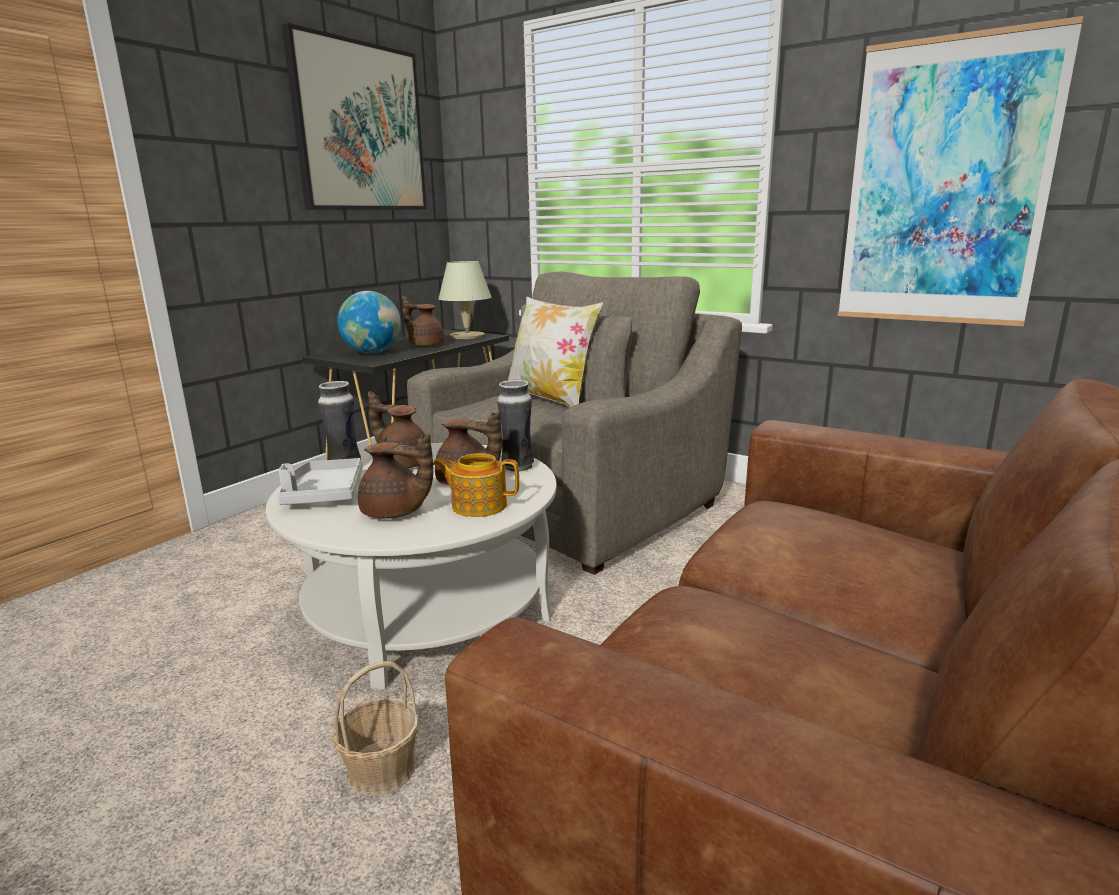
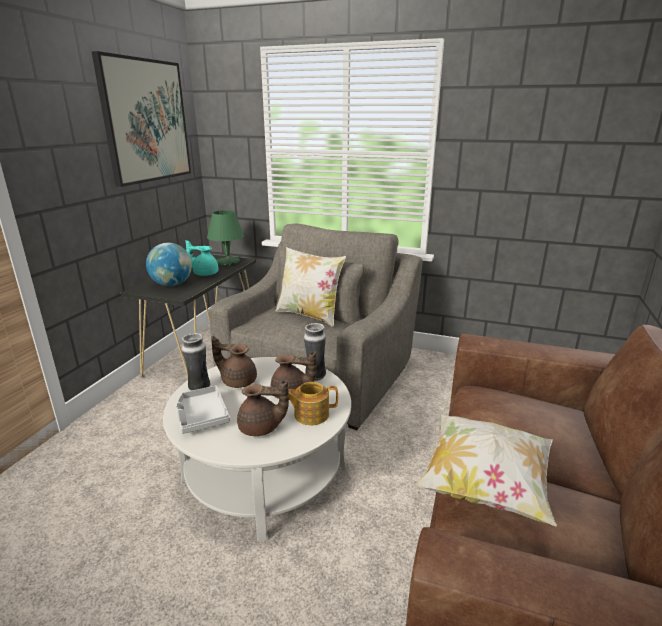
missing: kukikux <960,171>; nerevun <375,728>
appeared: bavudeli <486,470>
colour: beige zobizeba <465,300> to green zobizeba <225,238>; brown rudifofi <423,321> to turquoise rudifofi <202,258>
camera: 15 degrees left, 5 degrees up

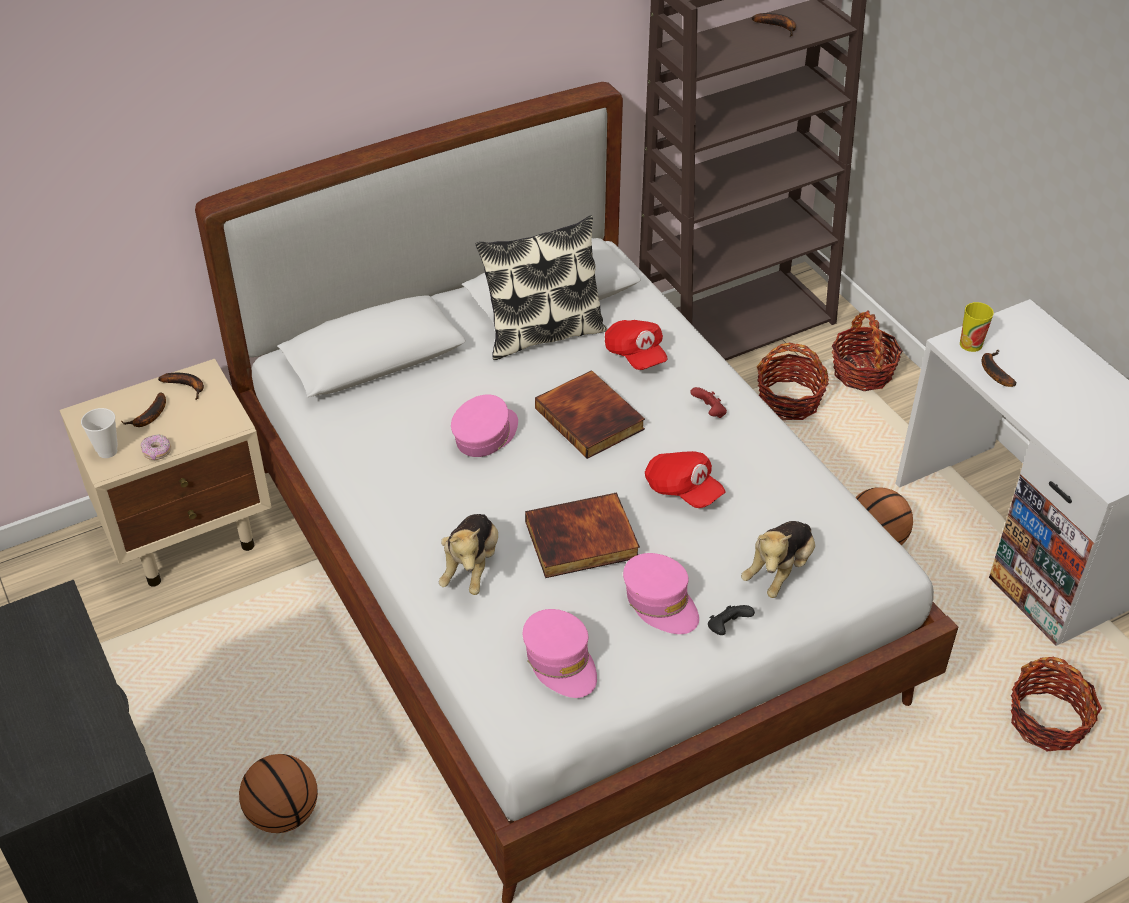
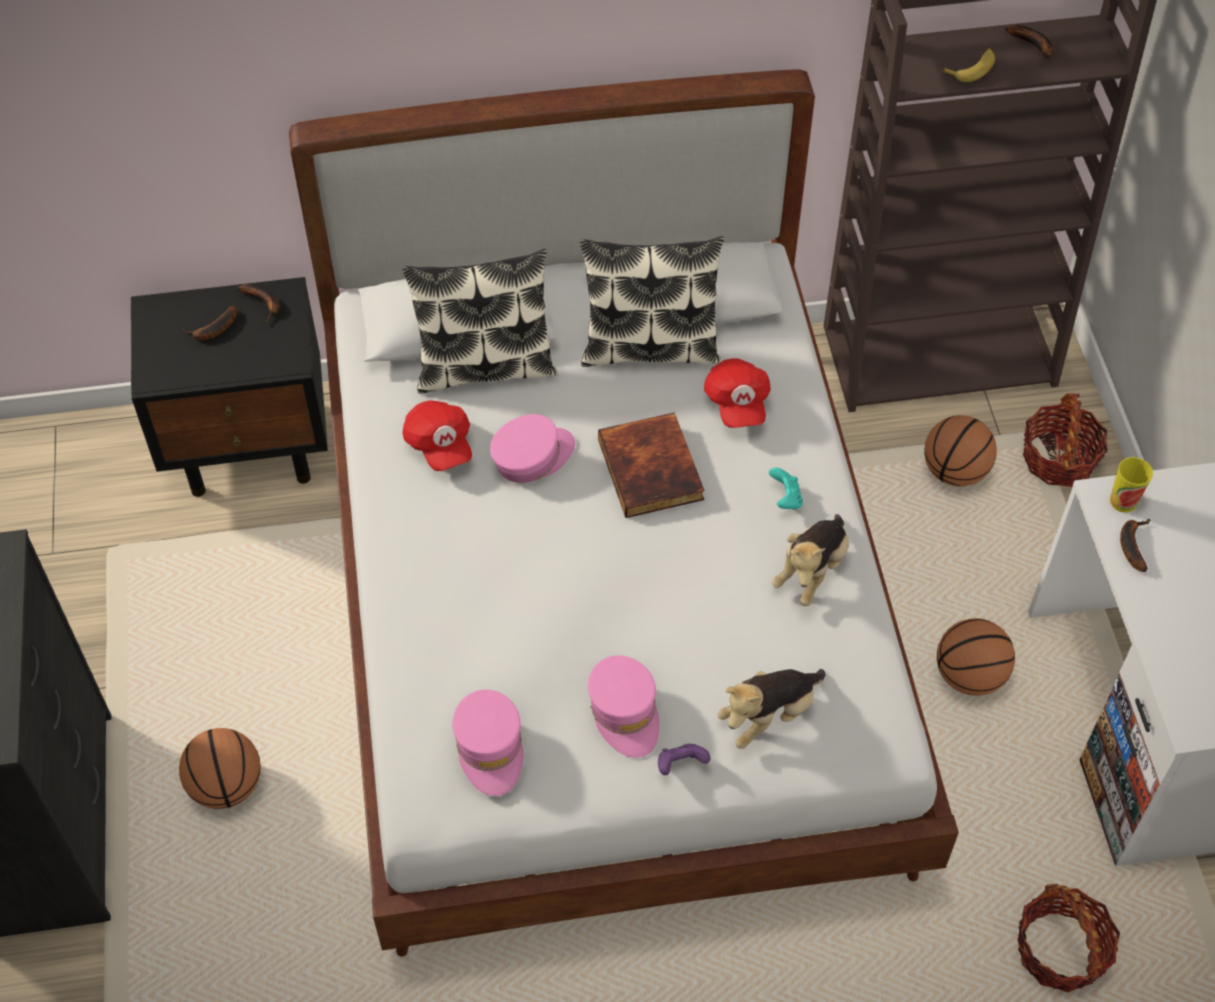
missing: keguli <99,433>; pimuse <156,447>; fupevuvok <582,535>
appeared: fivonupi <968,65>; bavudeli <480,321>
relocated: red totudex <685,479> to <437,435>; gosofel <468,554> to <810,560>
exchanged: nerevun <793,381> to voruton <960,450>
colour: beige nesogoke <165,473> to black nesogoke <229,387>; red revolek <708,402> to turquoise revolek <786,488>; black revolek <731,620> to purple revolek <684,759>
camera: 20 degrees right, 10 degrees up

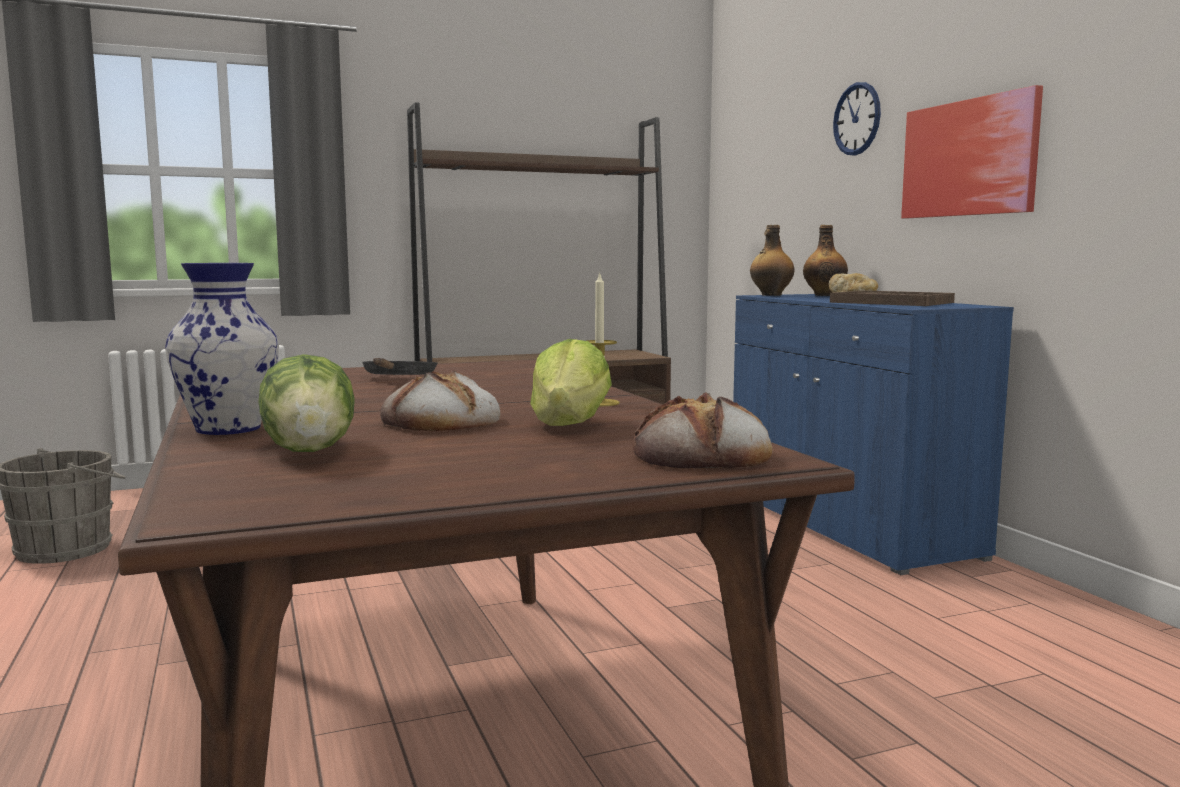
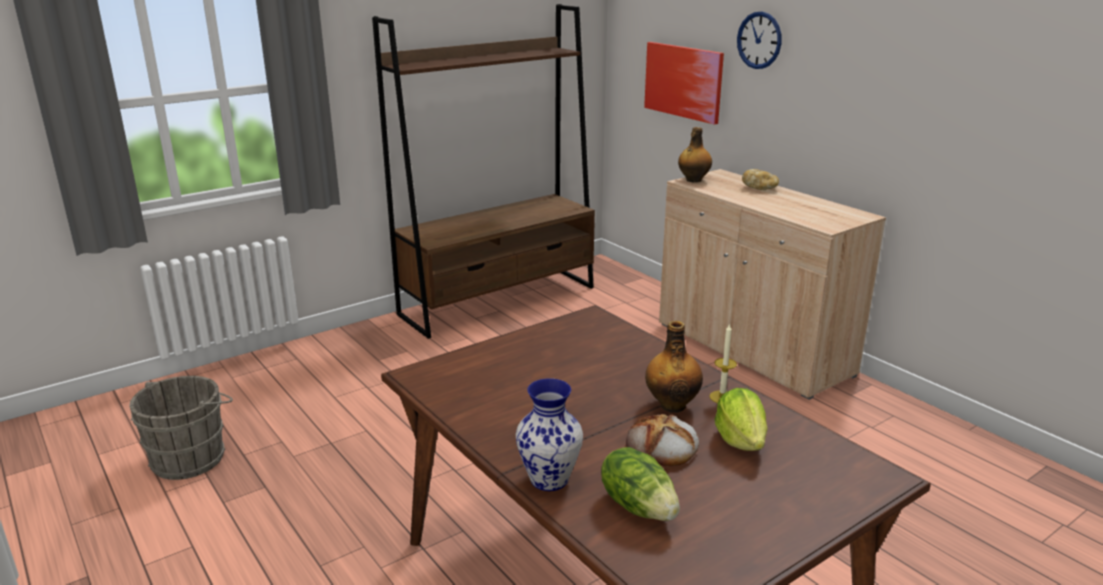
missing: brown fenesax <892,298>; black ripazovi <400,366>; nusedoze <702,430>
relocated: kukikux <972,151> to <684,83>; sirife <825,260> to <674,367>
colour: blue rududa <873,434> to beige rududa <772,284>
camera: 15 degrees left, 15 degrees up

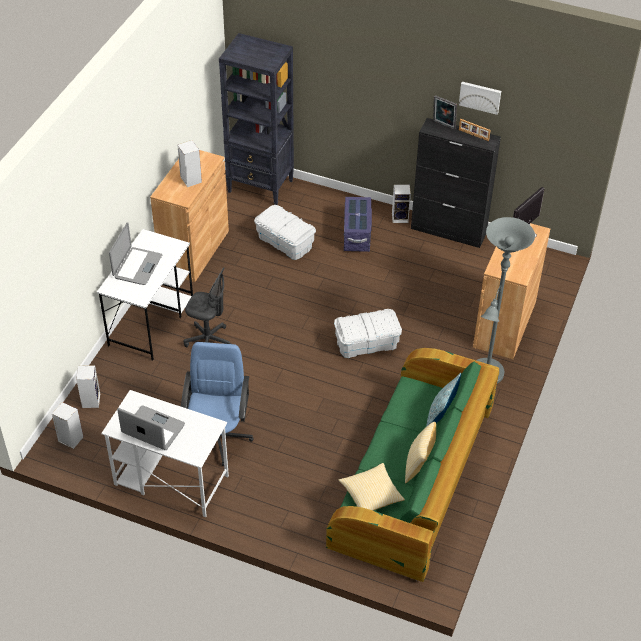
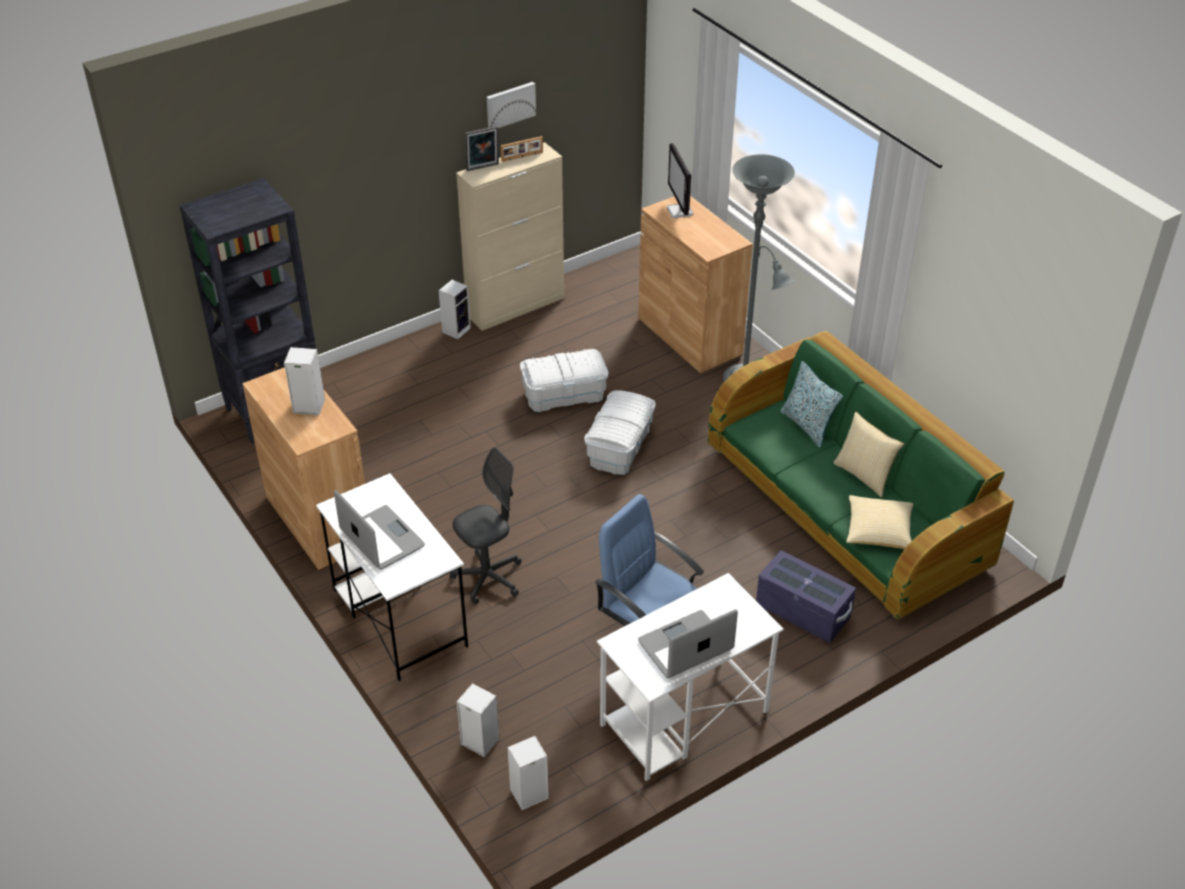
relocated: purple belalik <358,224> to <806,596>; white belalik <285,232> to <564,380>
colour: black rududa <456,183> to beige rududa <510,236>
camera: 55 degrees left, 5 degrees down

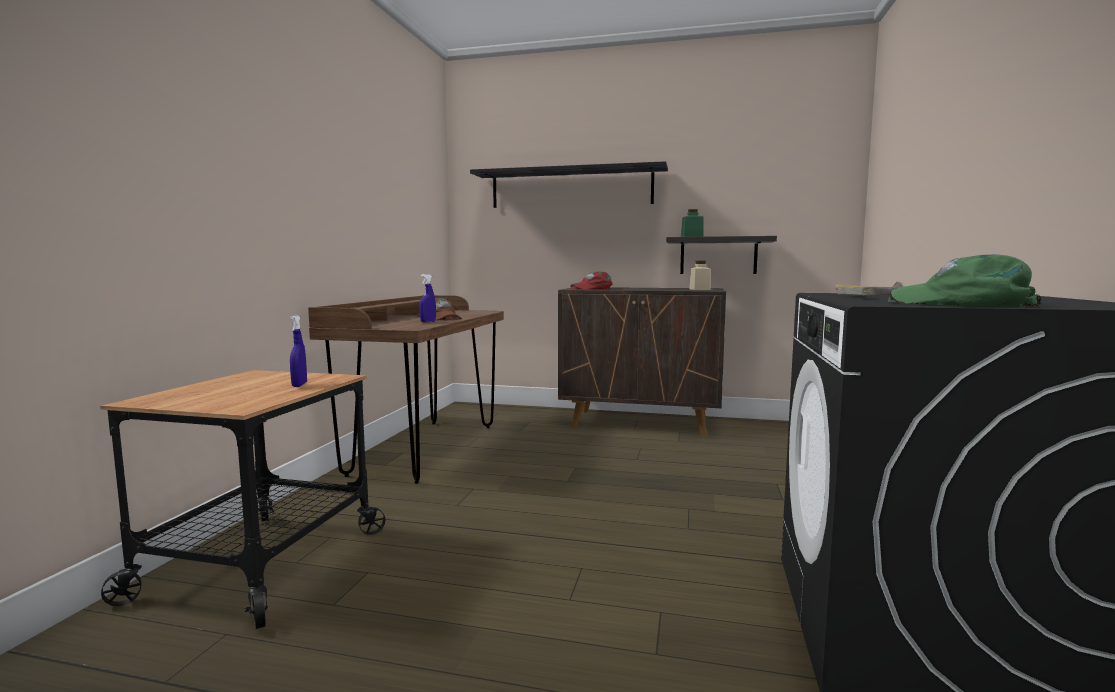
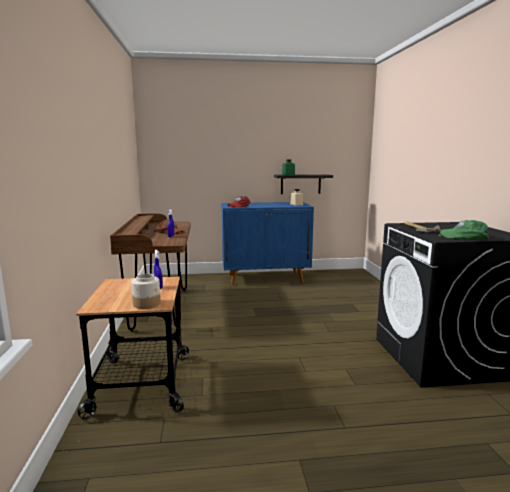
missing: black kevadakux <569,184>
appeared: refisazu <146,291>
colour: brown rududa <642,361> to blue rududa <267,243>
camera: 20 degrees left, 5 degrees up

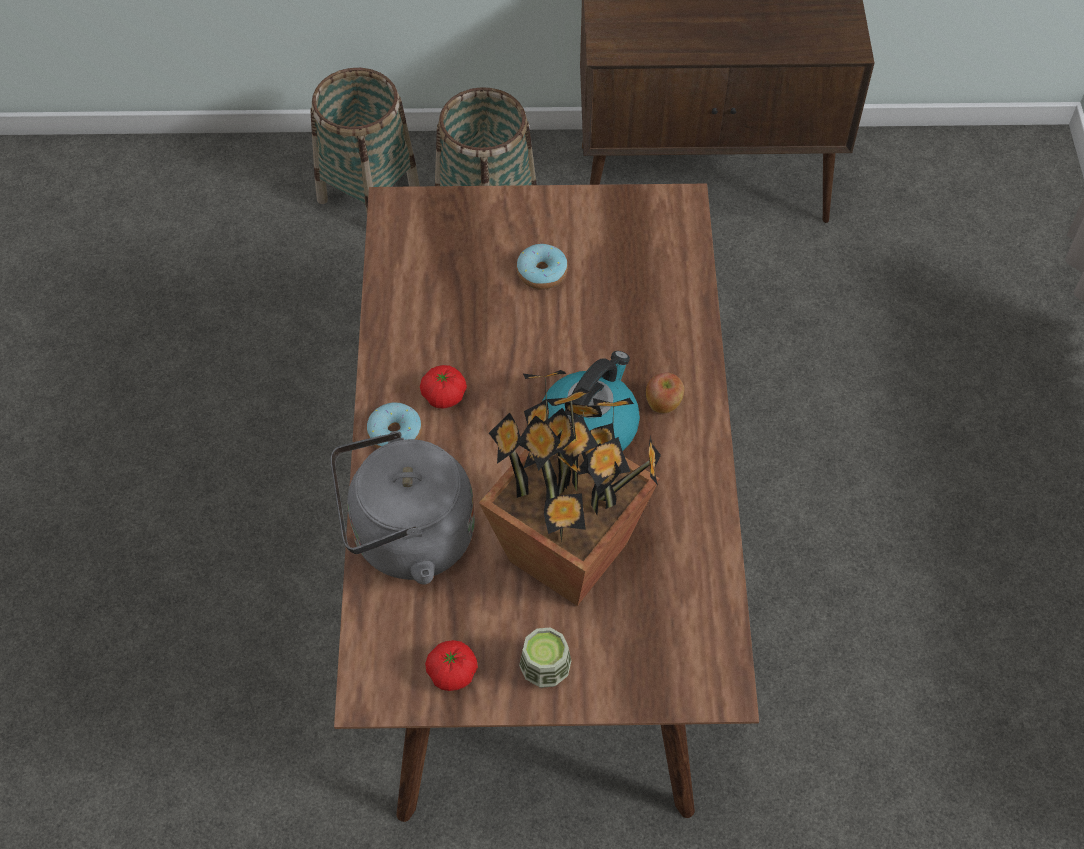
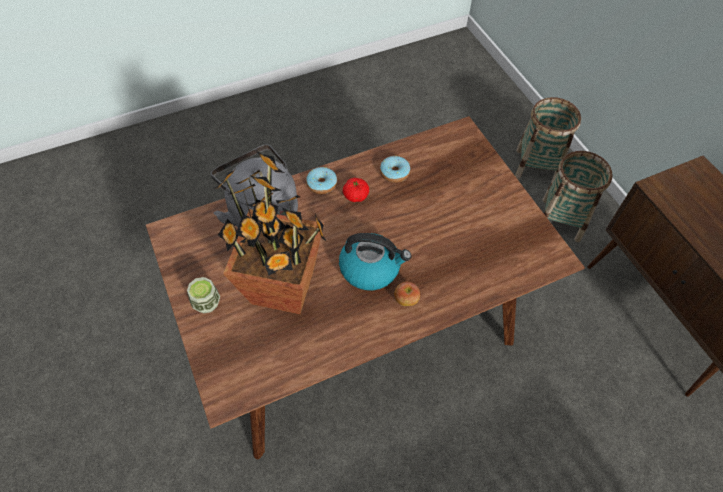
missing: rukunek <451,665>
relocated: pimuse <542,267> to <395,169>
camera: 65 degrees right, 0 degrees up

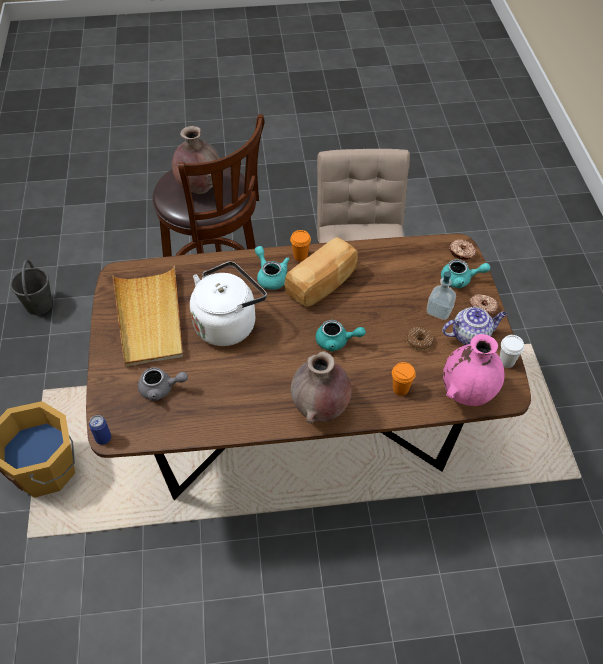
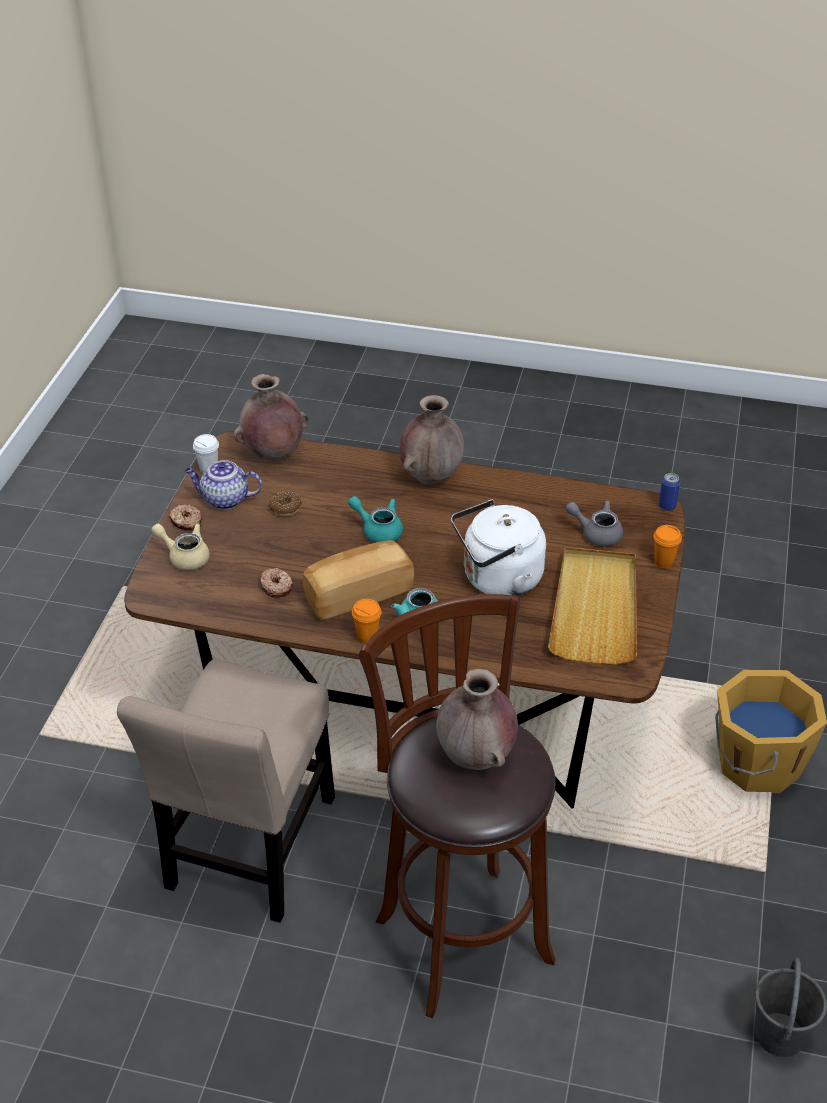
missing: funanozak <441,295>
relocated: pimuse <462,249> to <276,583>; orange keguli <404,379> to <668,546>
colour: turquoise rudifofi <466,273> to beige rudifofi <180,546>; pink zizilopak <473,370> to brown zizilopak <271,417>
camera: 160 degrees left, 10 degrees down

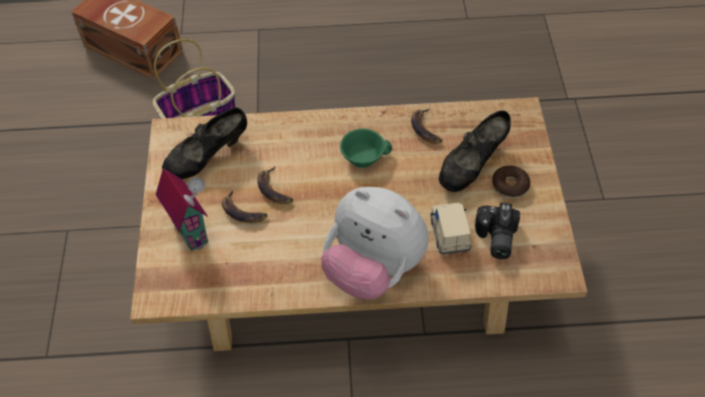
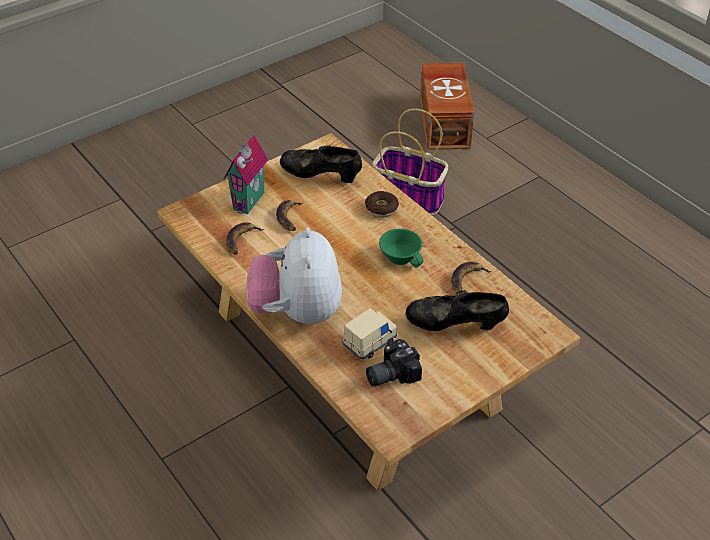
relocated: pimuse <511,182> to <382,204>; fivonupi <275,185> to <245,238>
camera: 55 degrees right, 10 degrees down

